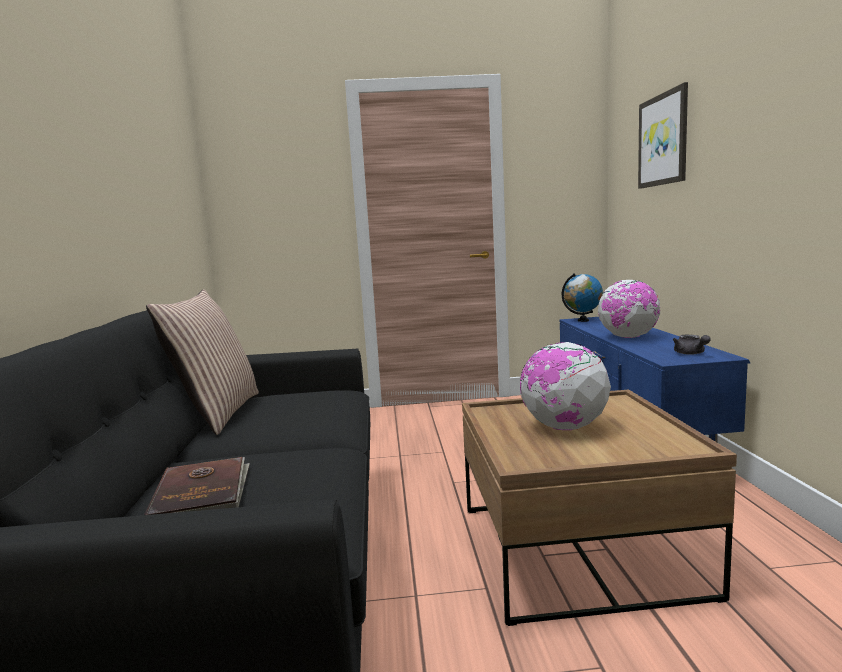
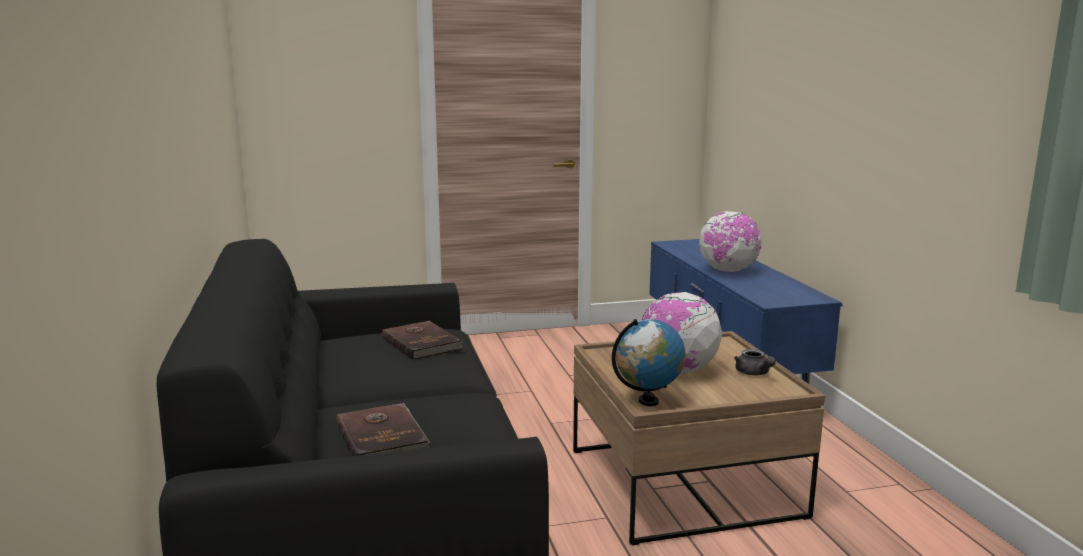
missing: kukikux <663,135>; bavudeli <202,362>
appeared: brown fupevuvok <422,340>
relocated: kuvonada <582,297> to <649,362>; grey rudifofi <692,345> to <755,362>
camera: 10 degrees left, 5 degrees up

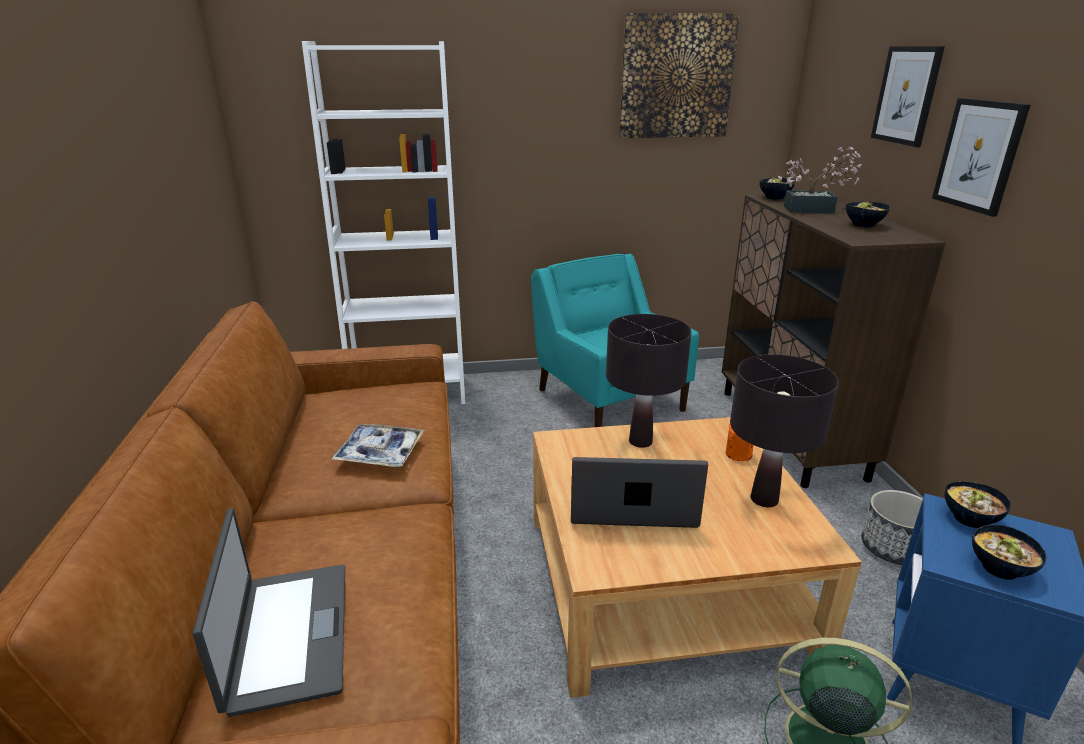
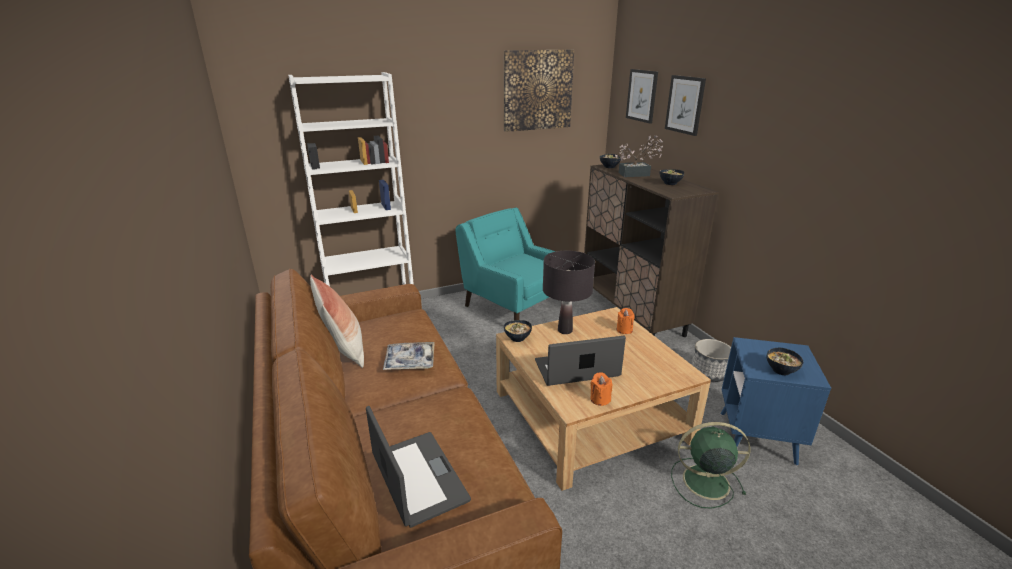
missing: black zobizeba <784,430>
appeared: bavudeli <337,321>; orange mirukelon <601,389>
relocated: kukikux <981,157> to <642,96>; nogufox <977,505> to <518,331>
camera: 15 degrees left, 0 degrees up

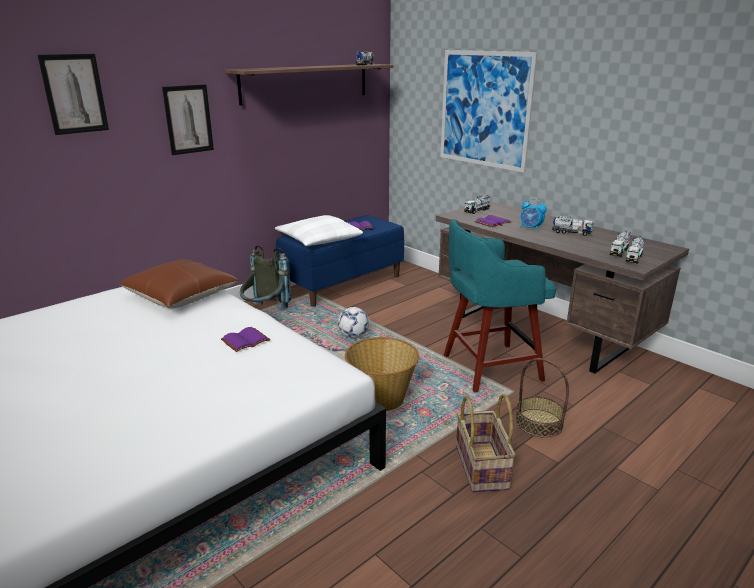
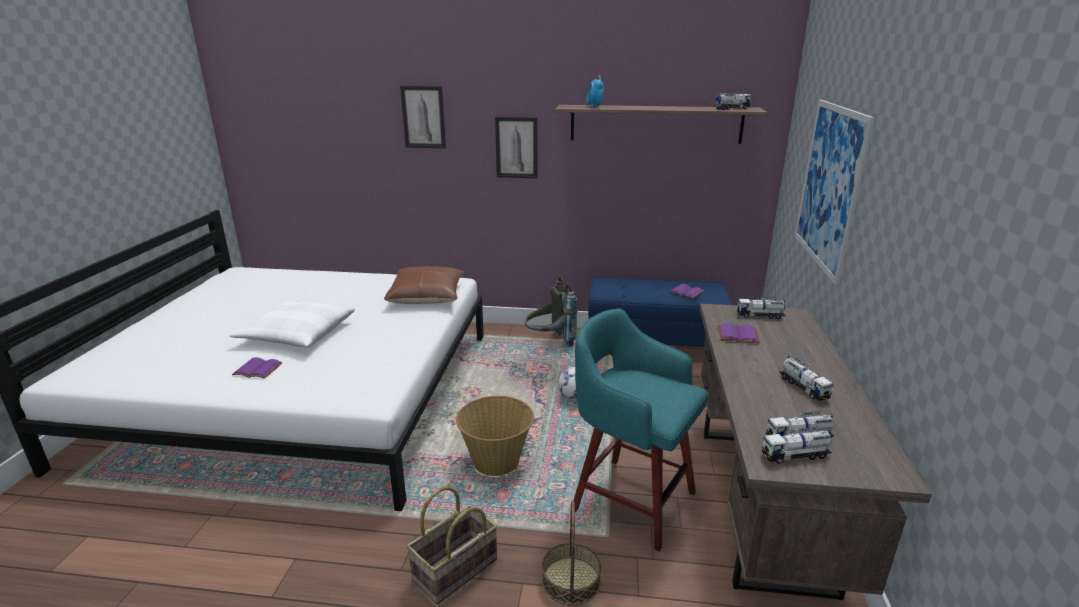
relocated: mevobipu <533,214> to <595,91>; white bavudeli <319,230> to <292,324>; purple fupevuvok <245,339> to <257,367>
camera: 50 degrees right, 0 degrees up

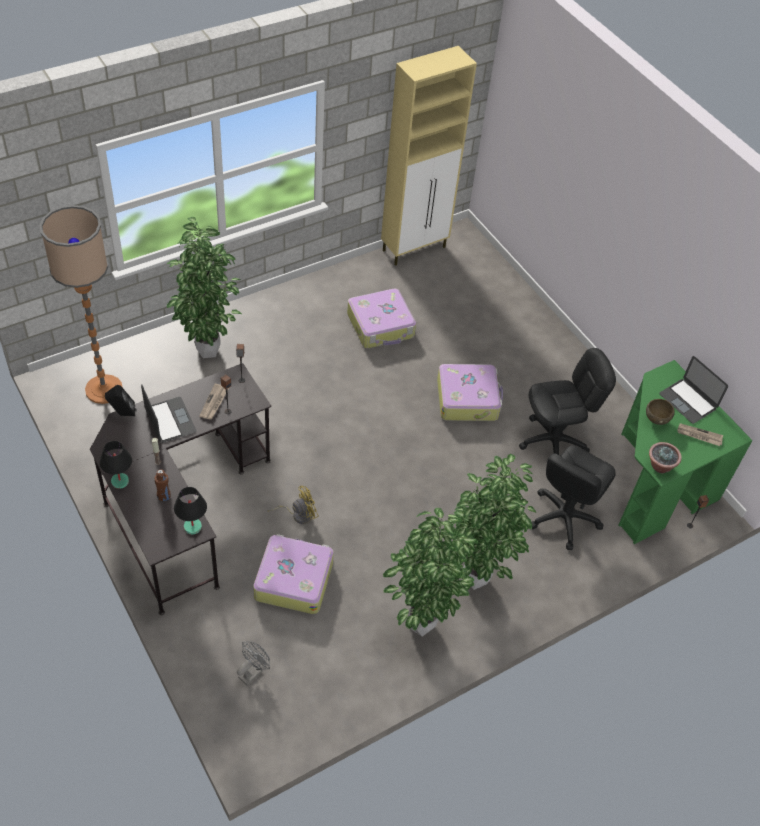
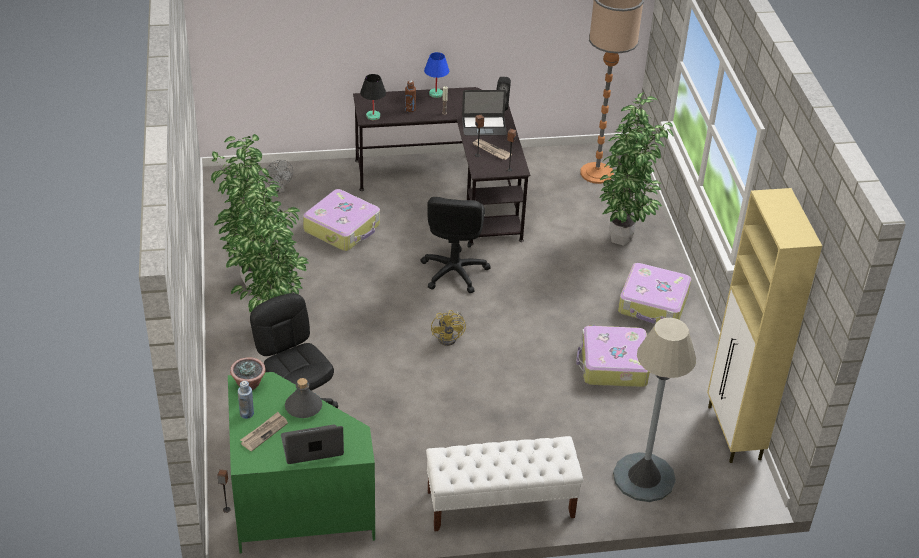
appeared: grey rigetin <654,410>; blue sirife <246,400>; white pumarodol <504,483>
relocated: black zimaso <567,401> to <455,245>; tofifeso <470,392> to <654,293>; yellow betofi <293,505> to <448,328>
exchanged: brown nogufox <660,412> to grey sirife <303,398>
colour: black zobizeba <116,465> to blue zobizeba <436,75>
camera: 115 degrees right, 10 degrees down

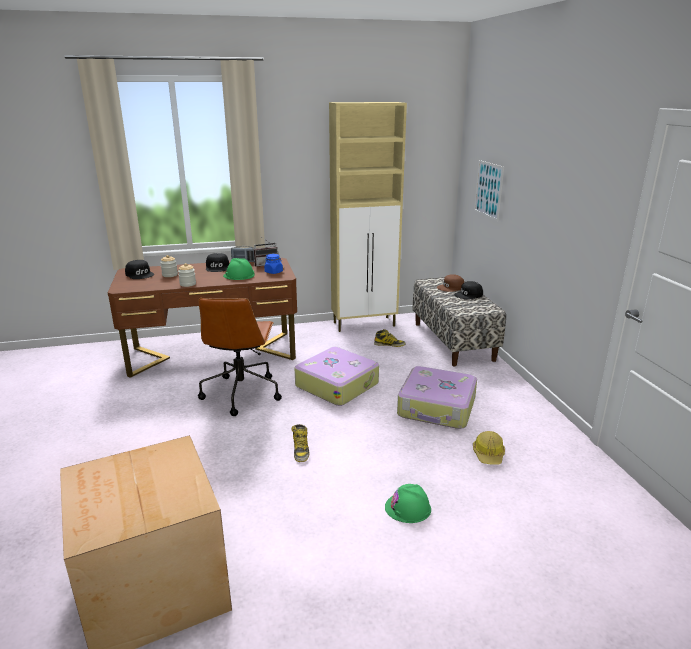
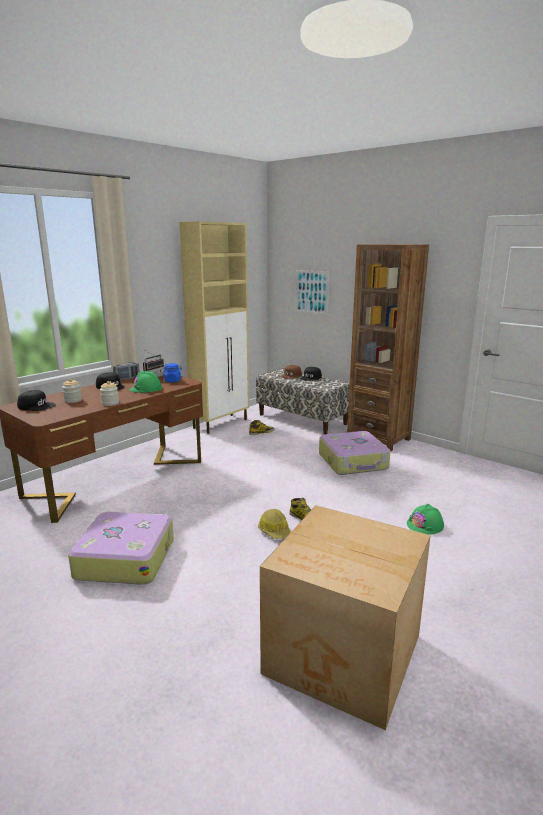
missing: brown zimaso <240,357>
appeared: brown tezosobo <388,347>
relocated: tofifeso <336,376> to <121,548>; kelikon <489,448> to <274,524>
camera: 35 degrees left, 5 degrees down

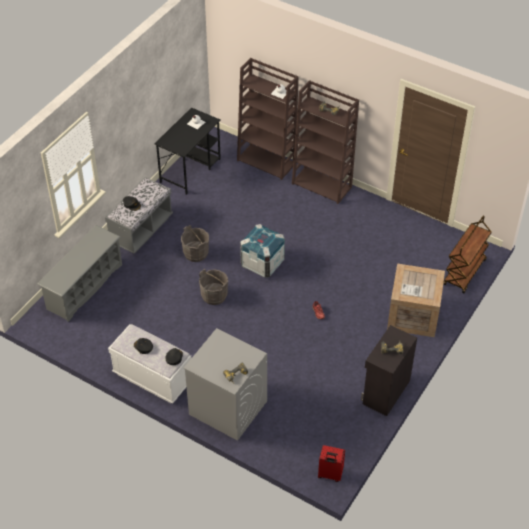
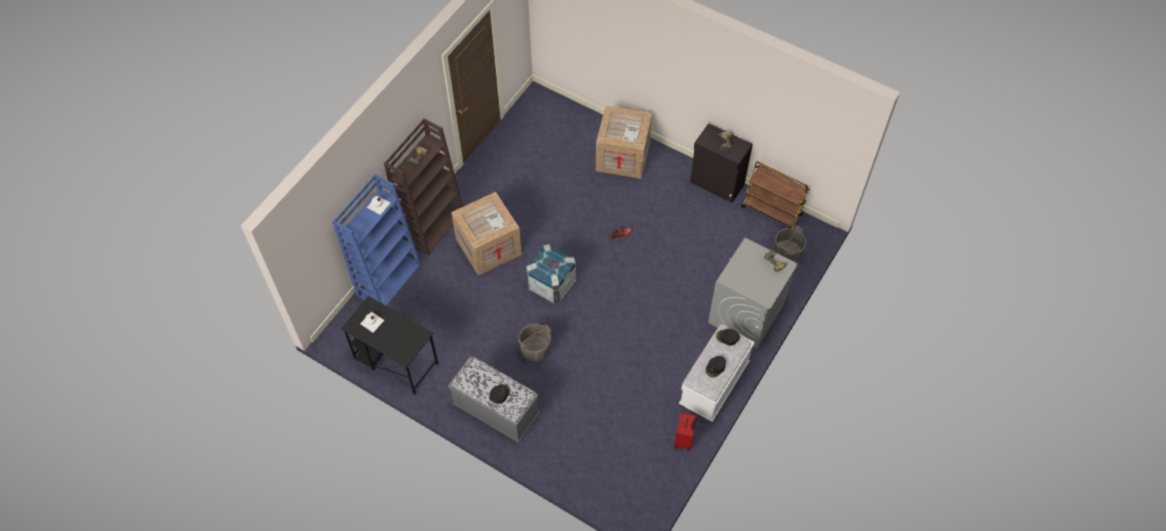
missing: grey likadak <79,273>
appeared: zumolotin <486,233>
relocated: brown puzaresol <467,254> to <775,195>; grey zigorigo <213,287> to <790,244>; red tofifeso <331,463> to <685,431>
colour: brown tezosobo <267,119> to blue tezosobo <376,240>
camera: 90 degrees left, 10 degrees up

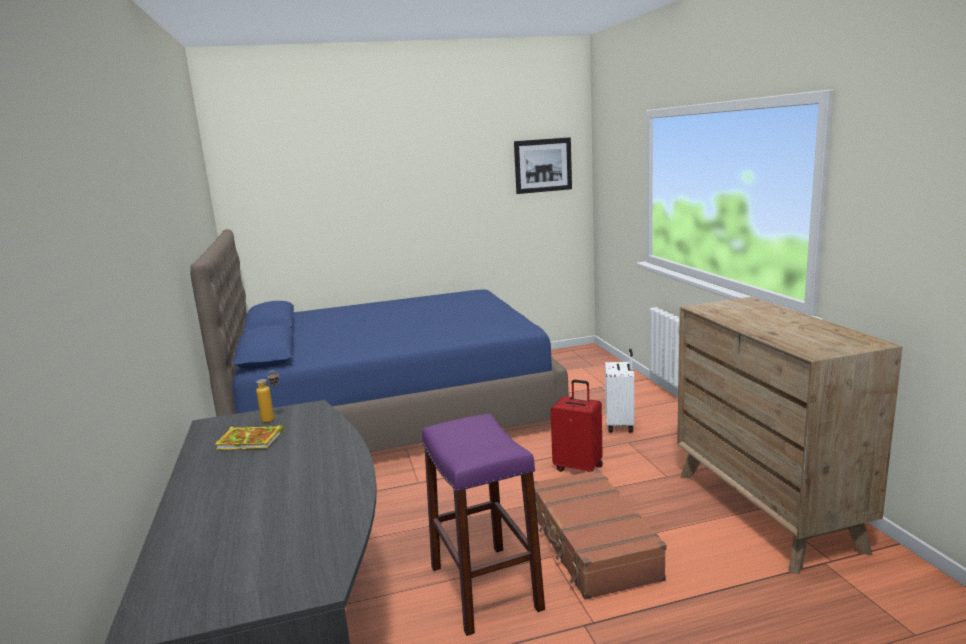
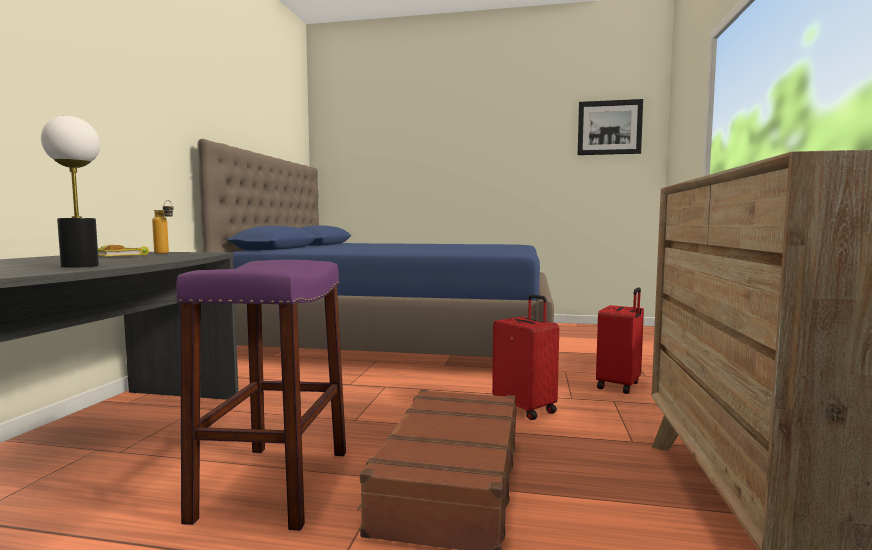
appeared: zobizeba <70,192>
colour: white tofifeso <619,391> to red tofifeso <620,341>
camera: 25 degrees right, 10 degrees down

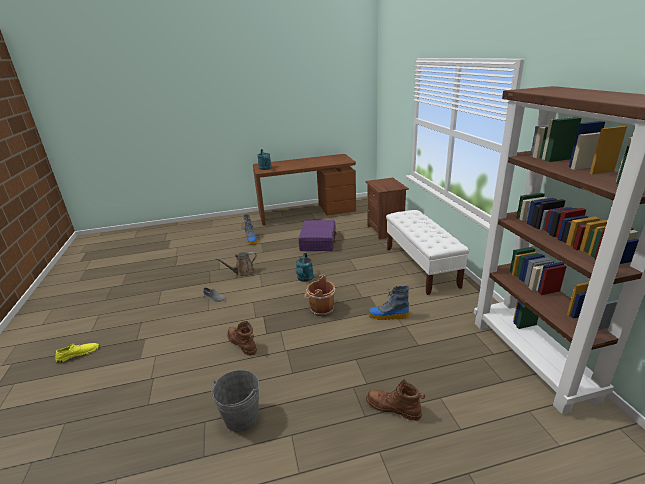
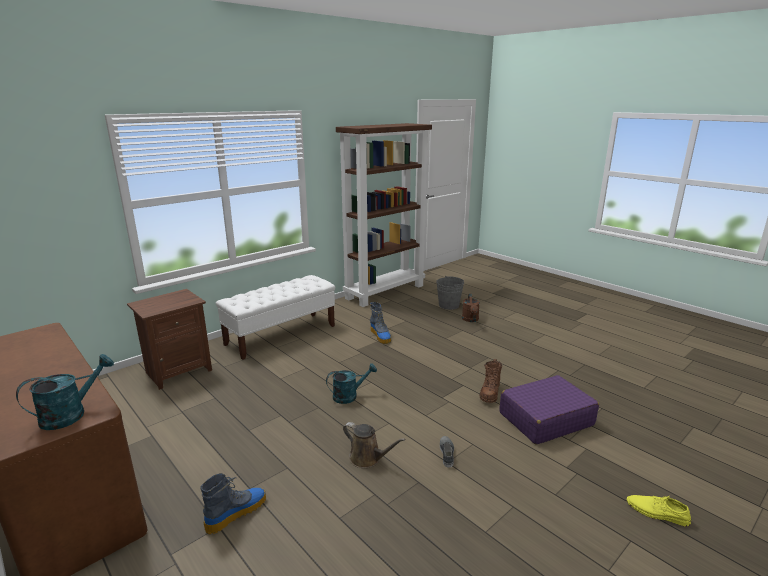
missing: brown zigorigo <319,295>
relocated: purple tofifeso <317,235> to <549,410>; grey zigorigo <235,401> to <450,293>
exchanged: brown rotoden <395,400> to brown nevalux <471,308>
camera: 120 degrees left, 5 degrees down

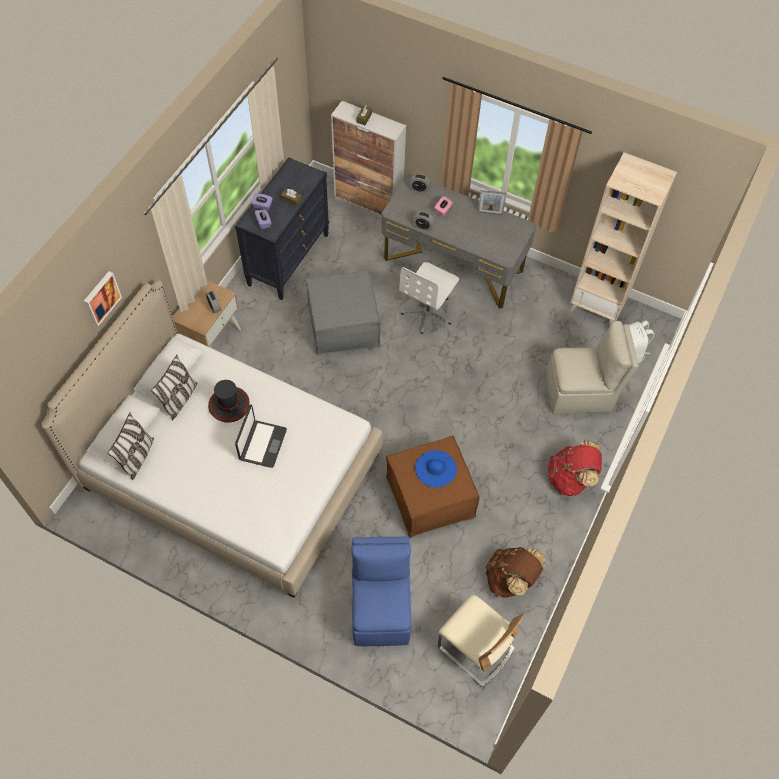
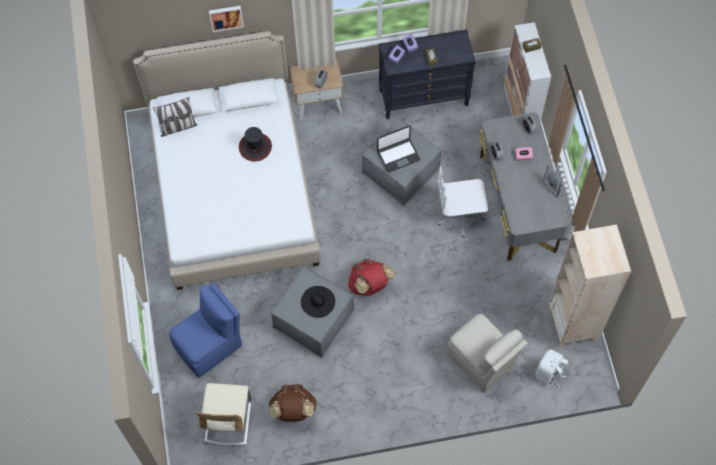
missing: bavudeli <174,387>
relocated: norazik <261,436> to <399,149>; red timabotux <575,468> to <371,277>
colour: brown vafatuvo <433,486> to grey vafatuvo <312,312>; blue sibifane <436,468> to black sibifane <318,302>
camera: 55 degrees right, 5 degrees up

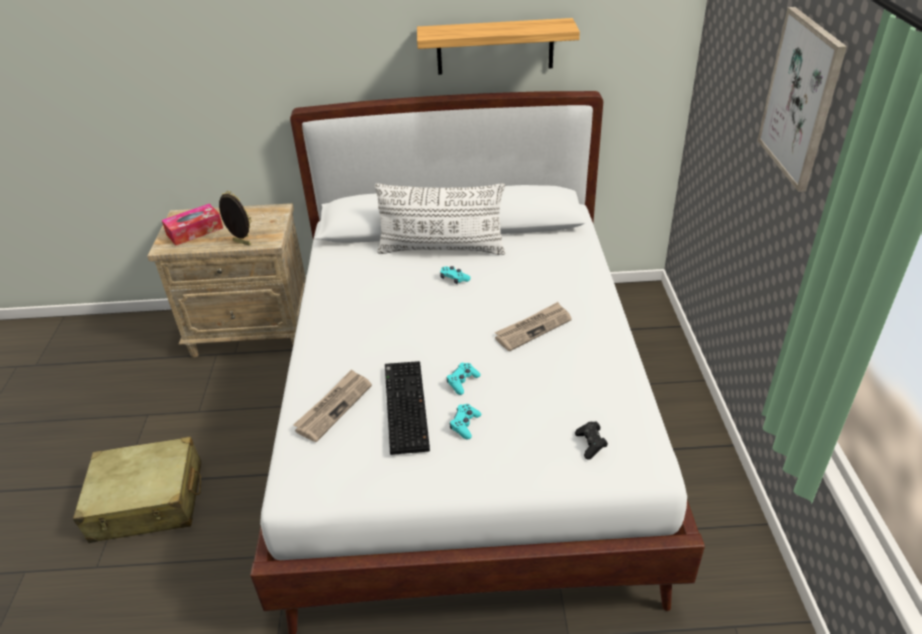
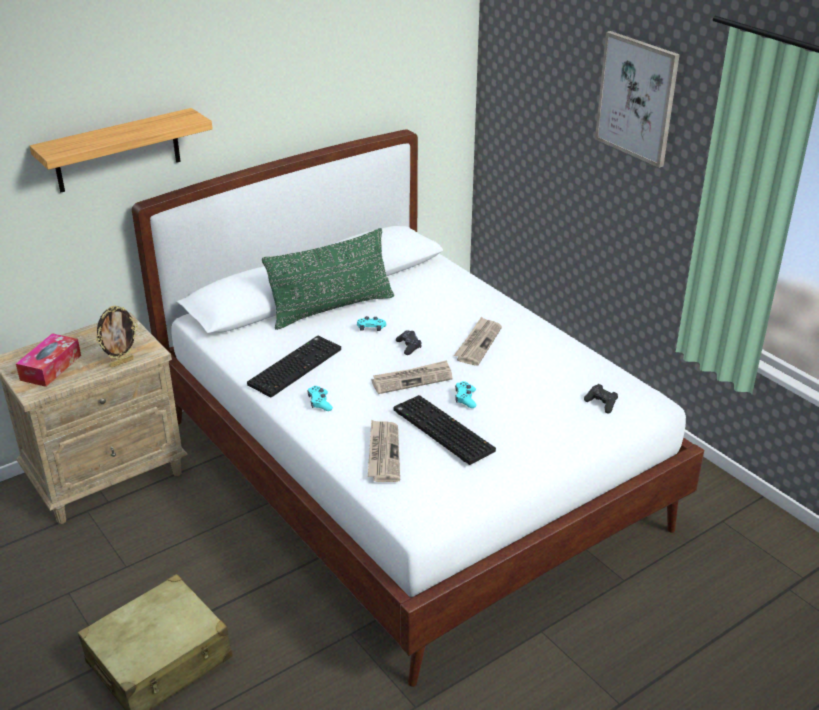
appeared: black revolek <409,342>; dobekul <294,367>; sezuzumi <412,377>
relocated: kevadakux <498,46> to <121,150>; turquoise revolek <465,421> to <320,398>
colour: white bavudeli <440,219> to green bavudeli <328,279>
spun: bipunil <235,218> = <117,336> 150 degrees clockwise
camera: 35 degrees left, 5 degrees down

